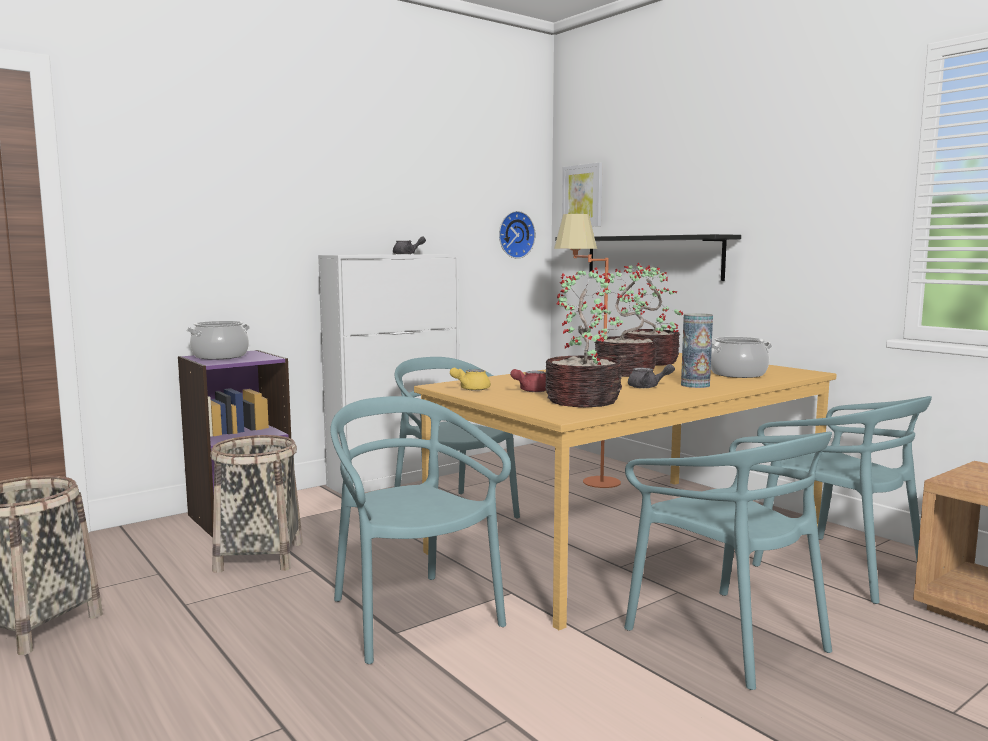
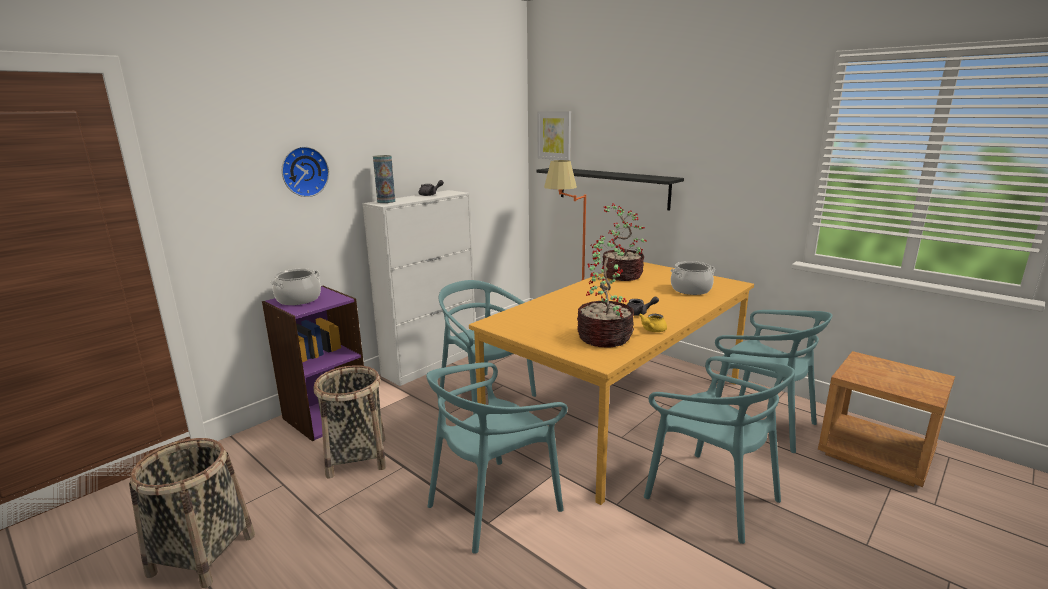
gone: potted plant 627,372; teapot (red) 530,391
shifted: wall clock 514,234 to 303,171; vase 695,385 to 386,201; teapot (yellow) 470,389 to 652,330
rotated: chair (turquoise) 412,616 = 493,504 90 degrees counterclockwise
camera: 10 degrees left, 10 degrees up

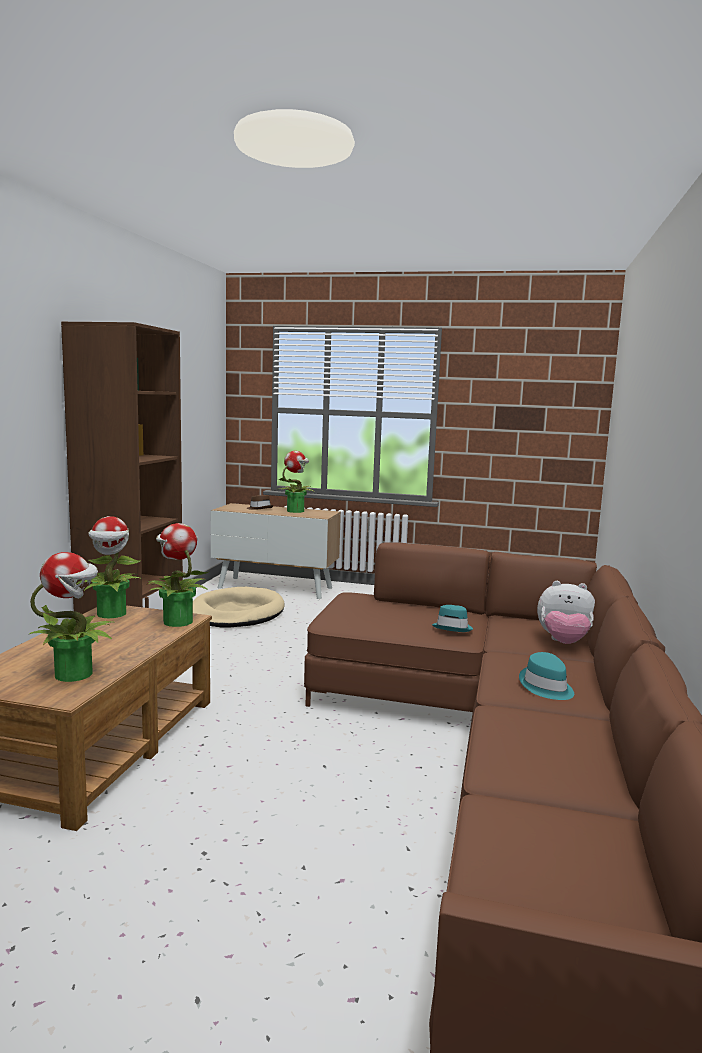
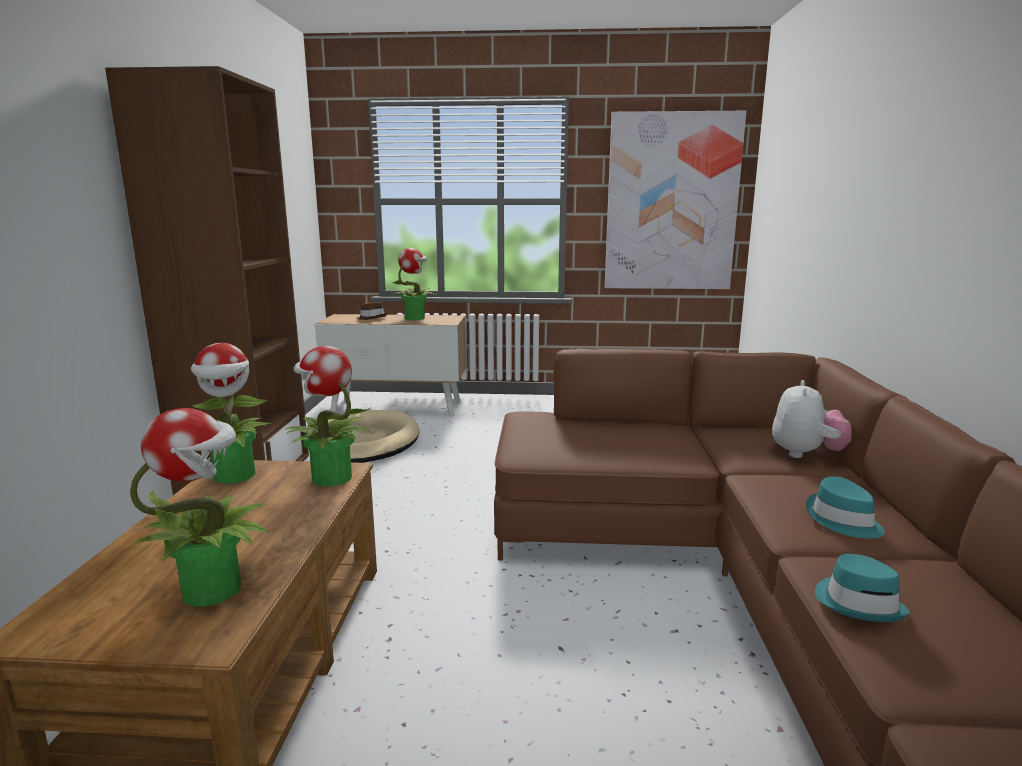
new: picture 671,203
shifted: hat (turquoise) 453,628 to 859,603
rotated: plush toy 564,643 = 806,454 75 degrees counterclockwise
camera: 10 degrees left, 5 degrees up

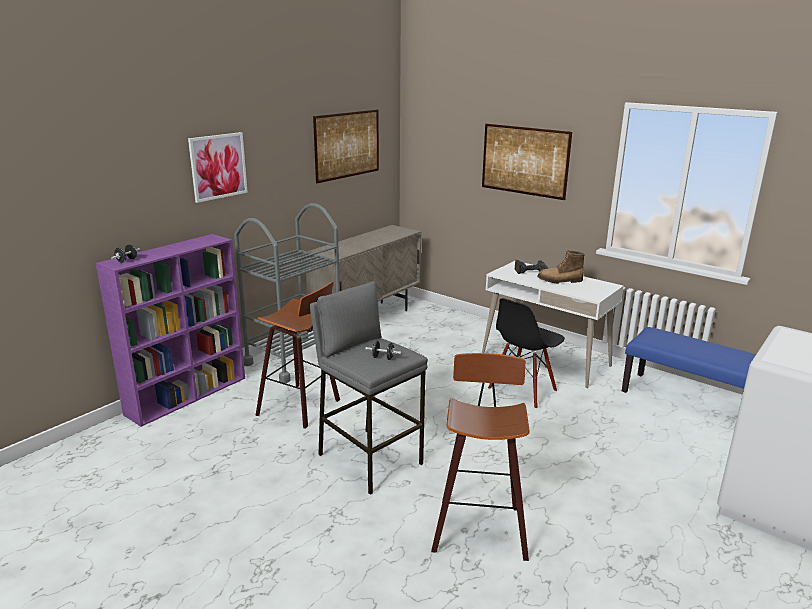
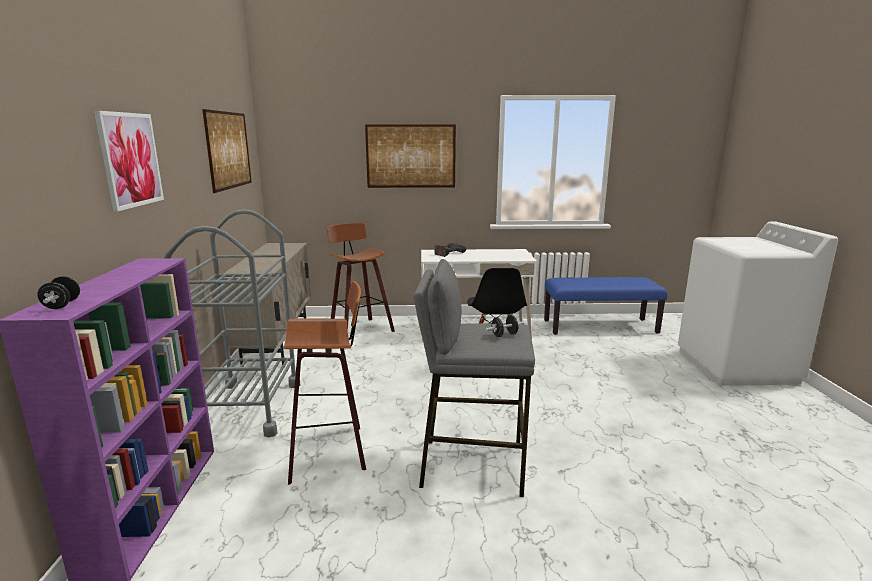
gone: boot 560,281
shifted: stool 479,527 to 359,329
camera: 40 degrees left, 5 degrees down

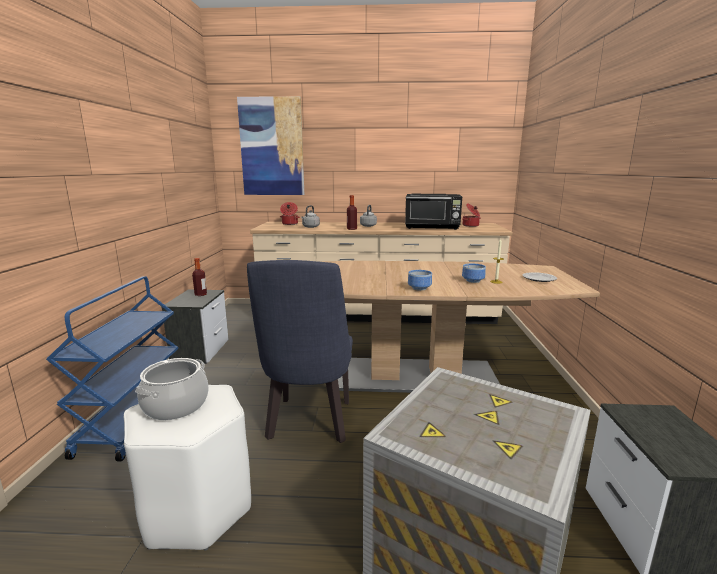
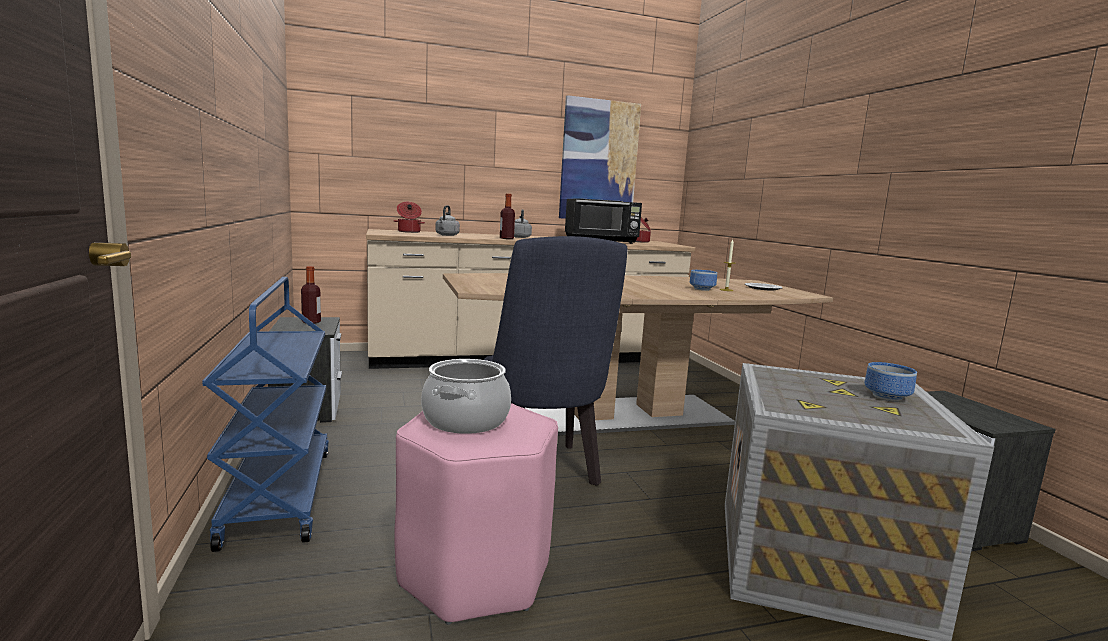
shifted: picture 272,147 to 598,161; bowl 420,288 to 889,397
repainted: stool (white) 197,508 to stool (pink) 475,573
camera: 20 degrees left, 5 degrees down

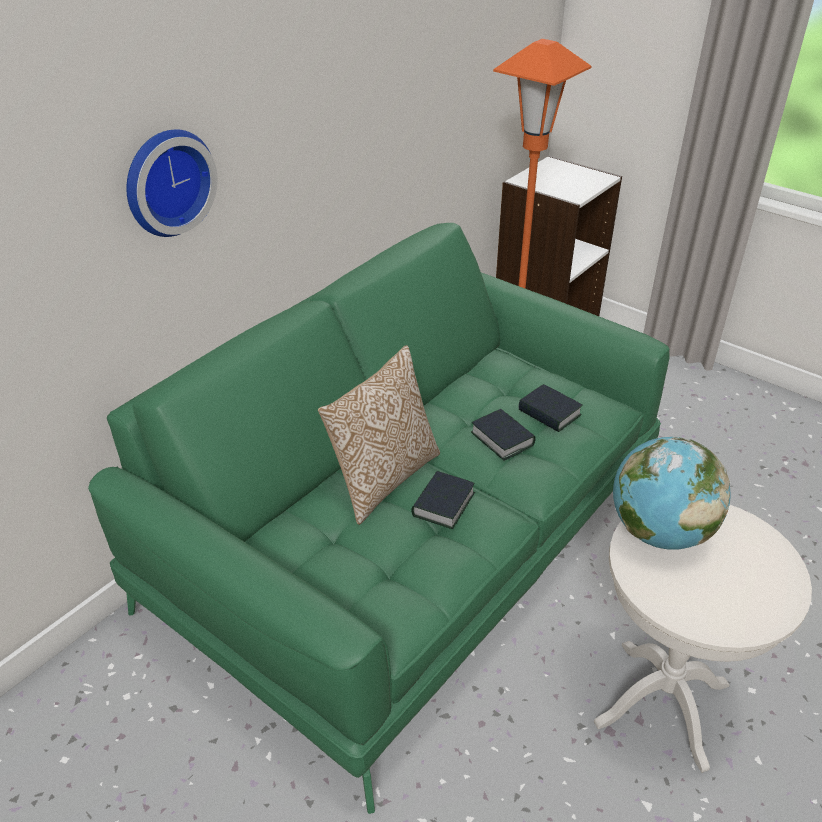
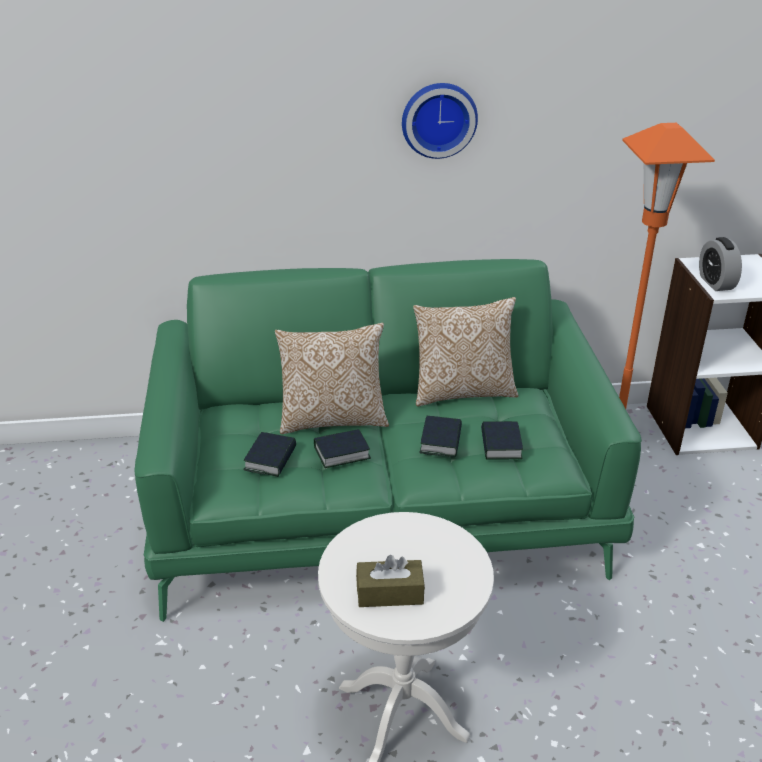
gone: globe 659,532
new: alarm clock 716,283; pillow 463,392; book 270,459; tissue box (brown) 390,593
shifted: wall clock 166,181 to 438,119
camera: 45 degrees right, 5 degrees down

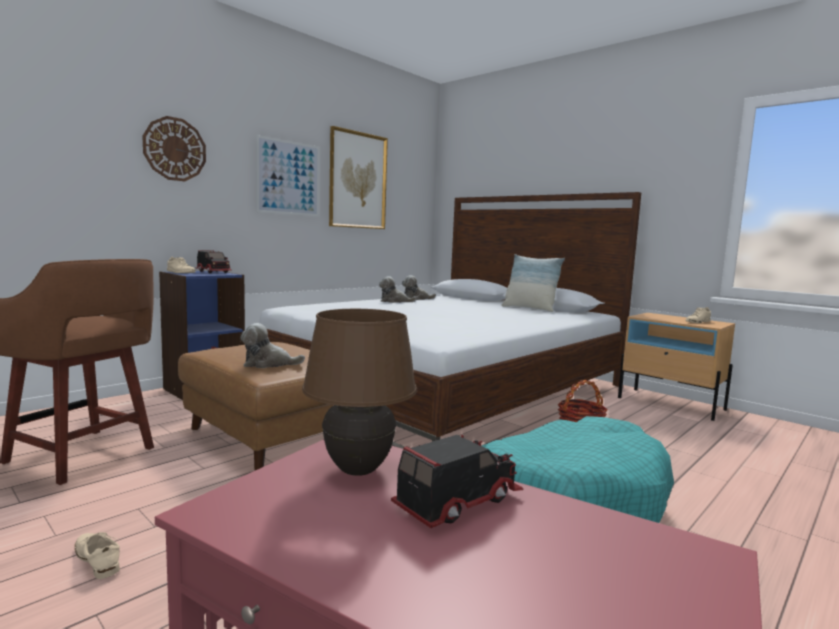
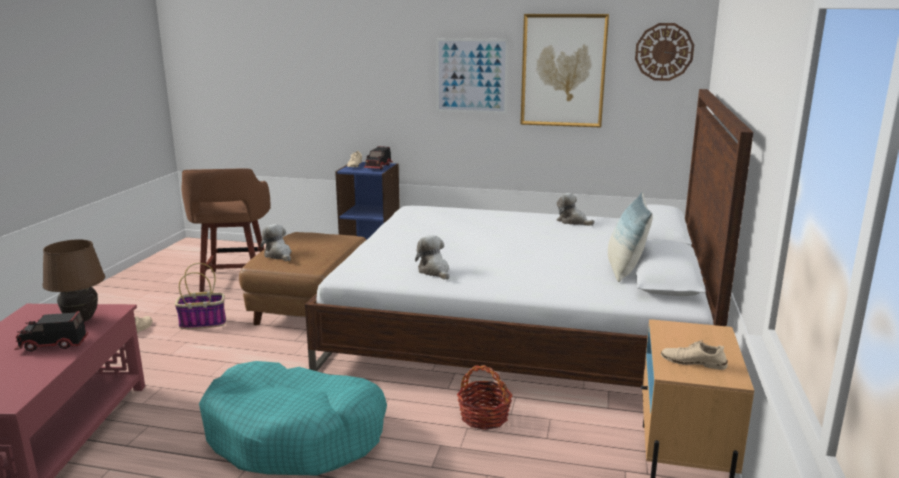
new: basket 203,323
shifted: wall clock 175,149 to 664,52; plush toy 394,301 to 434,271
rotated: toy truck 456,501 = 52,345 150 degrees clockwise
camera: 60 degrees right, 10 degrees up

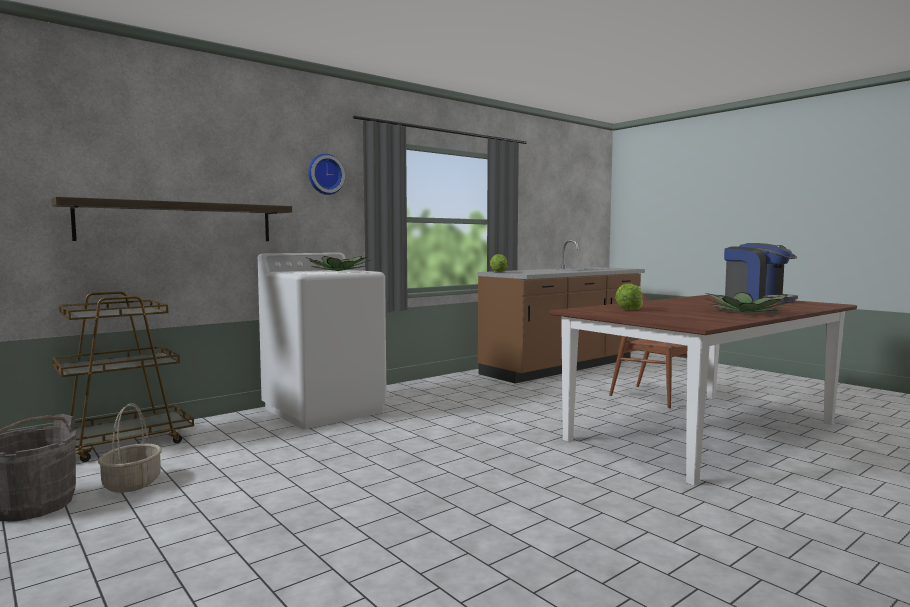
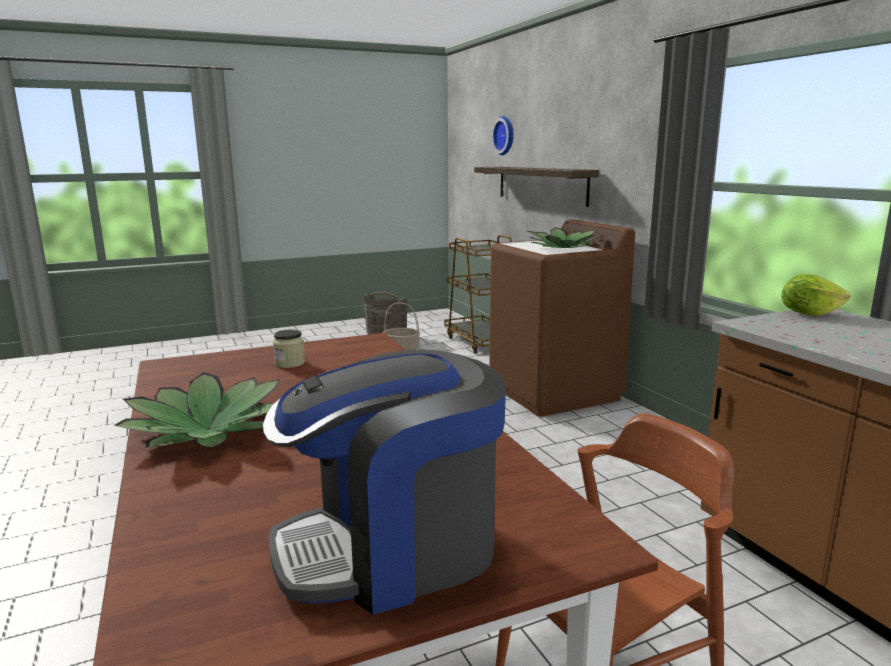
gone: lettuce 629,310
new: jar 290,363
shifted: wall clock 325,174 to 505,135
repainted: washing machine (white) 324,410 to washing machine (brown) 554,392
camera: 105 degrees right, 10 degrees up

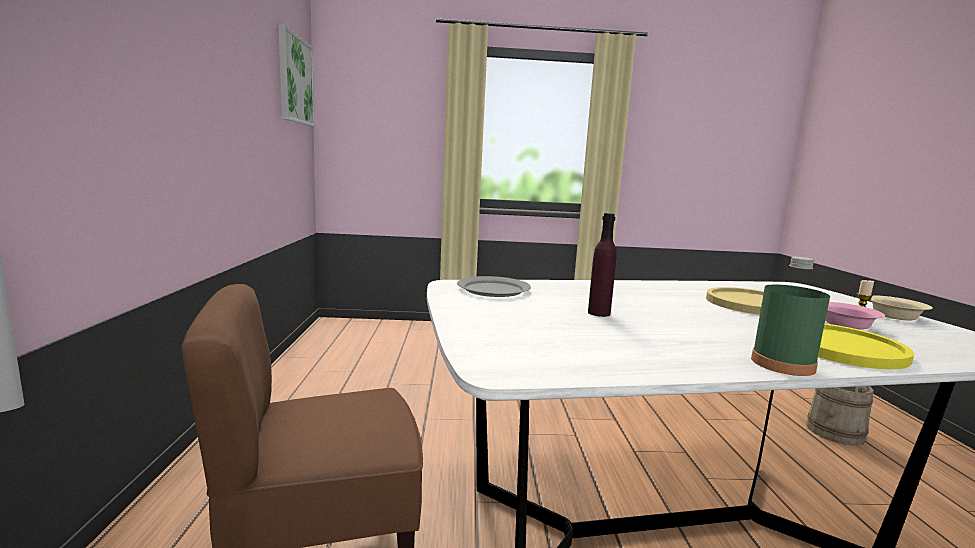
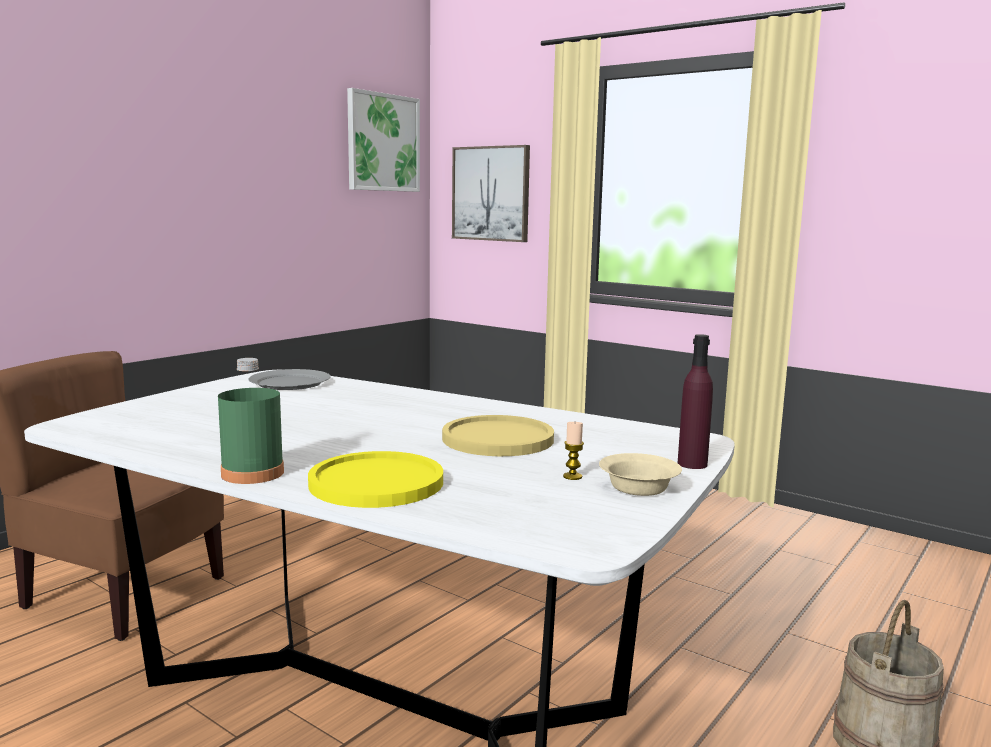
gone: bowl (pink) 847,325
new: picture 491,193
shifted: bottle (purple) 599,313 to 692,464
camera: 40 degrees right, 0 degrees up

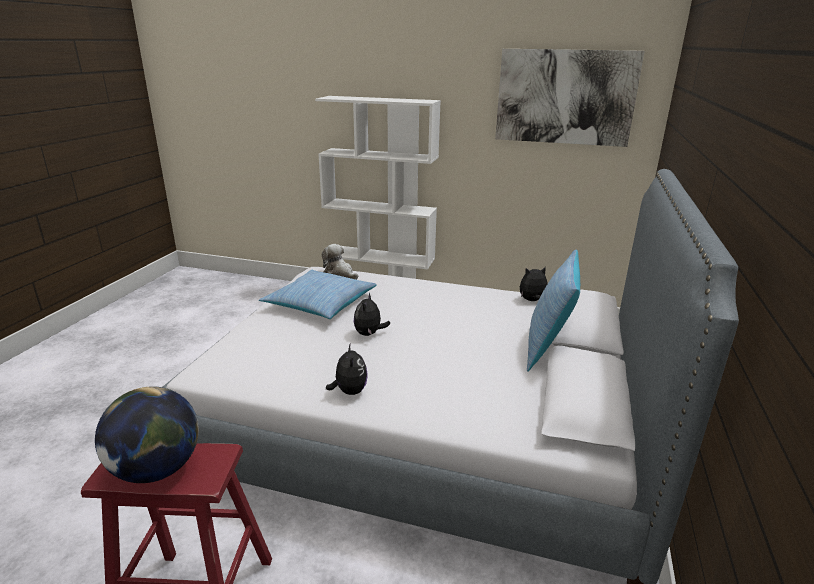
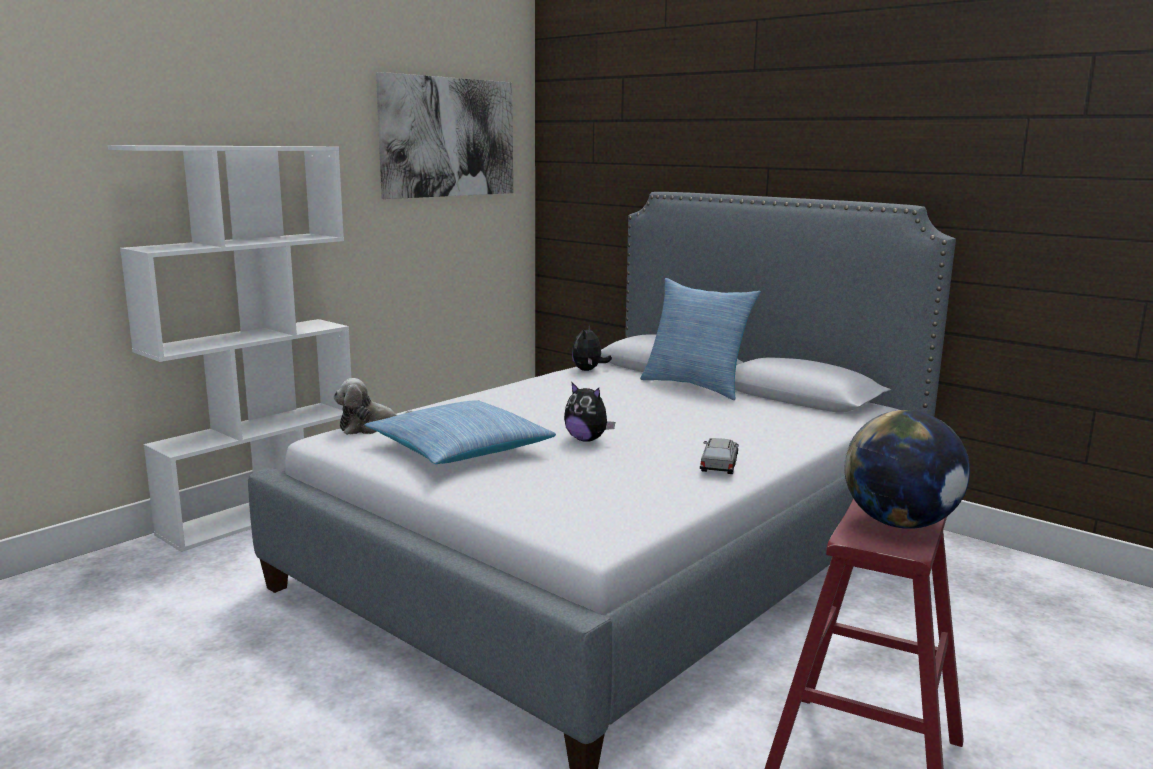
swapped: plush toy 349,391 to toy car (grey) 719,466
camera: 65 degrees left, 10 degrees down

